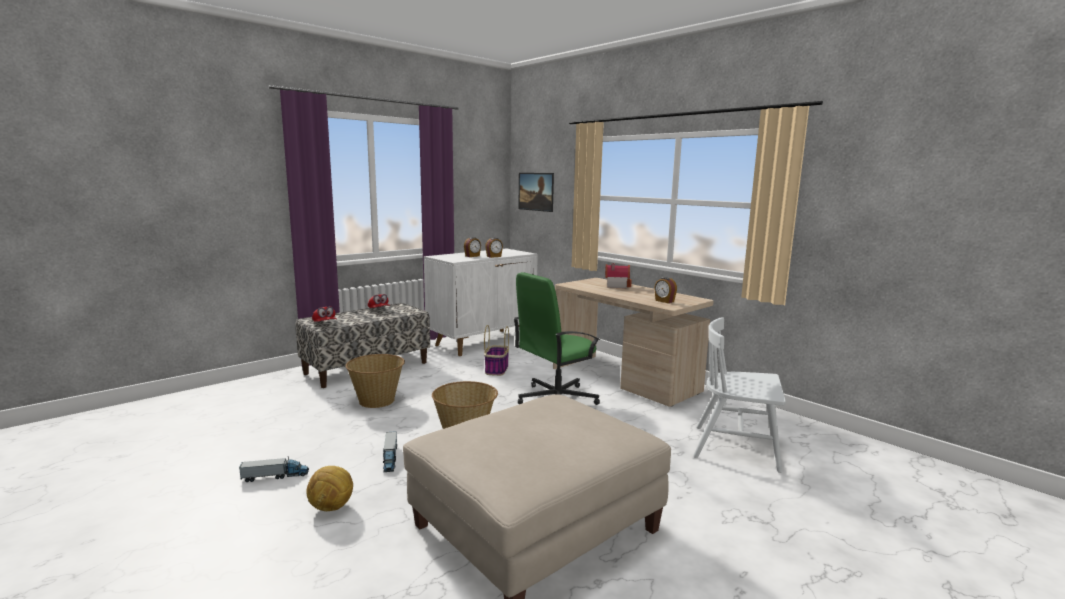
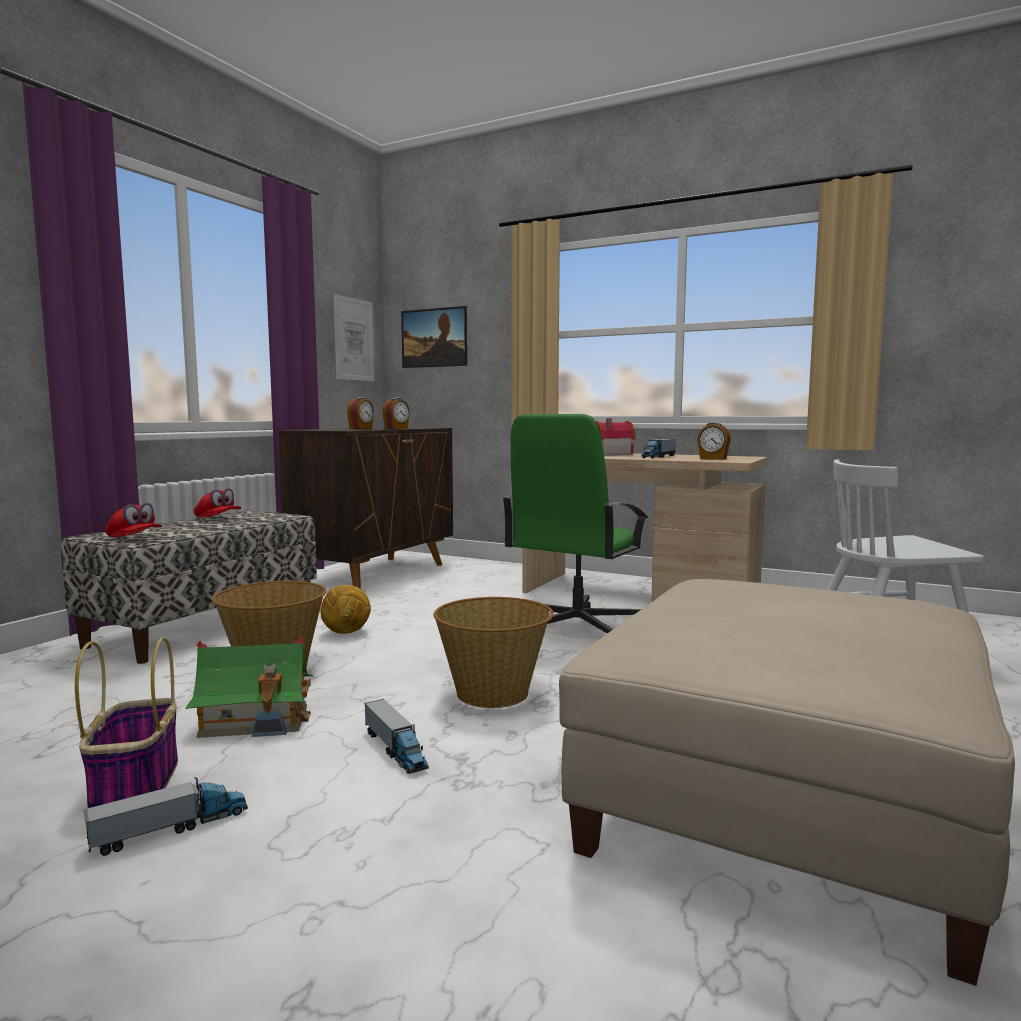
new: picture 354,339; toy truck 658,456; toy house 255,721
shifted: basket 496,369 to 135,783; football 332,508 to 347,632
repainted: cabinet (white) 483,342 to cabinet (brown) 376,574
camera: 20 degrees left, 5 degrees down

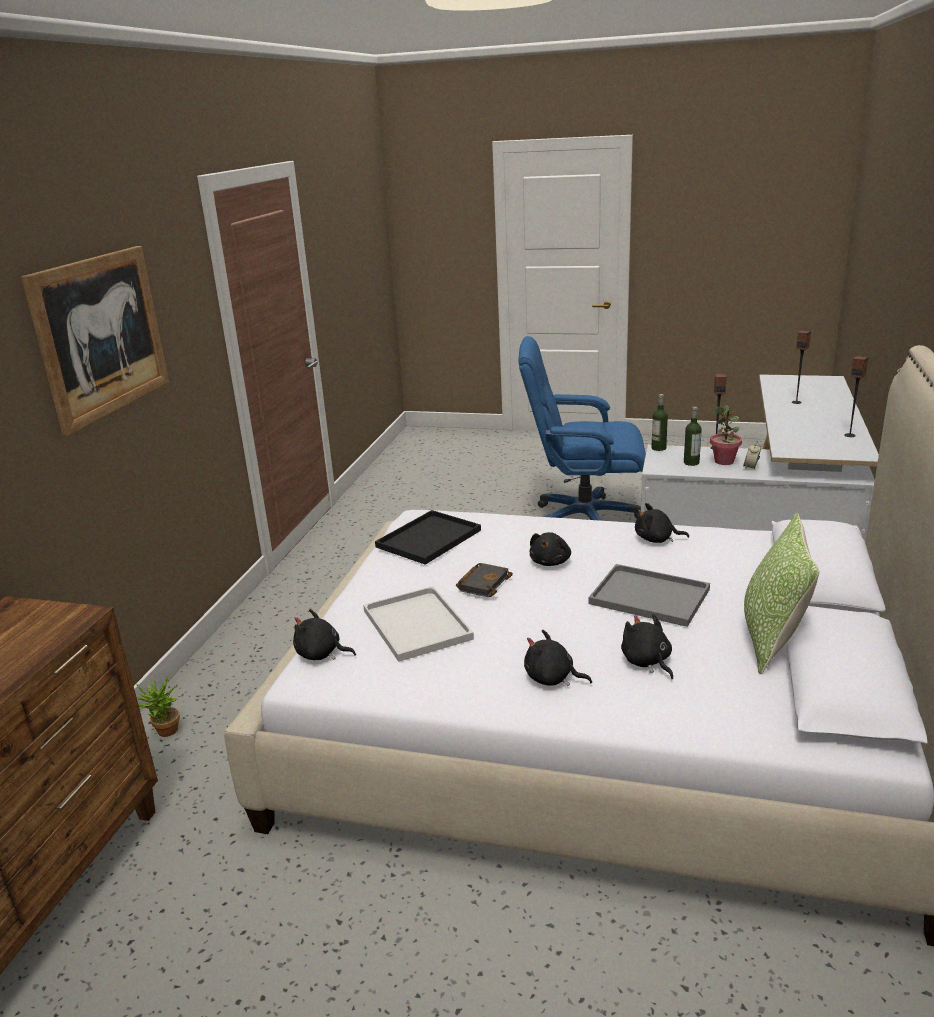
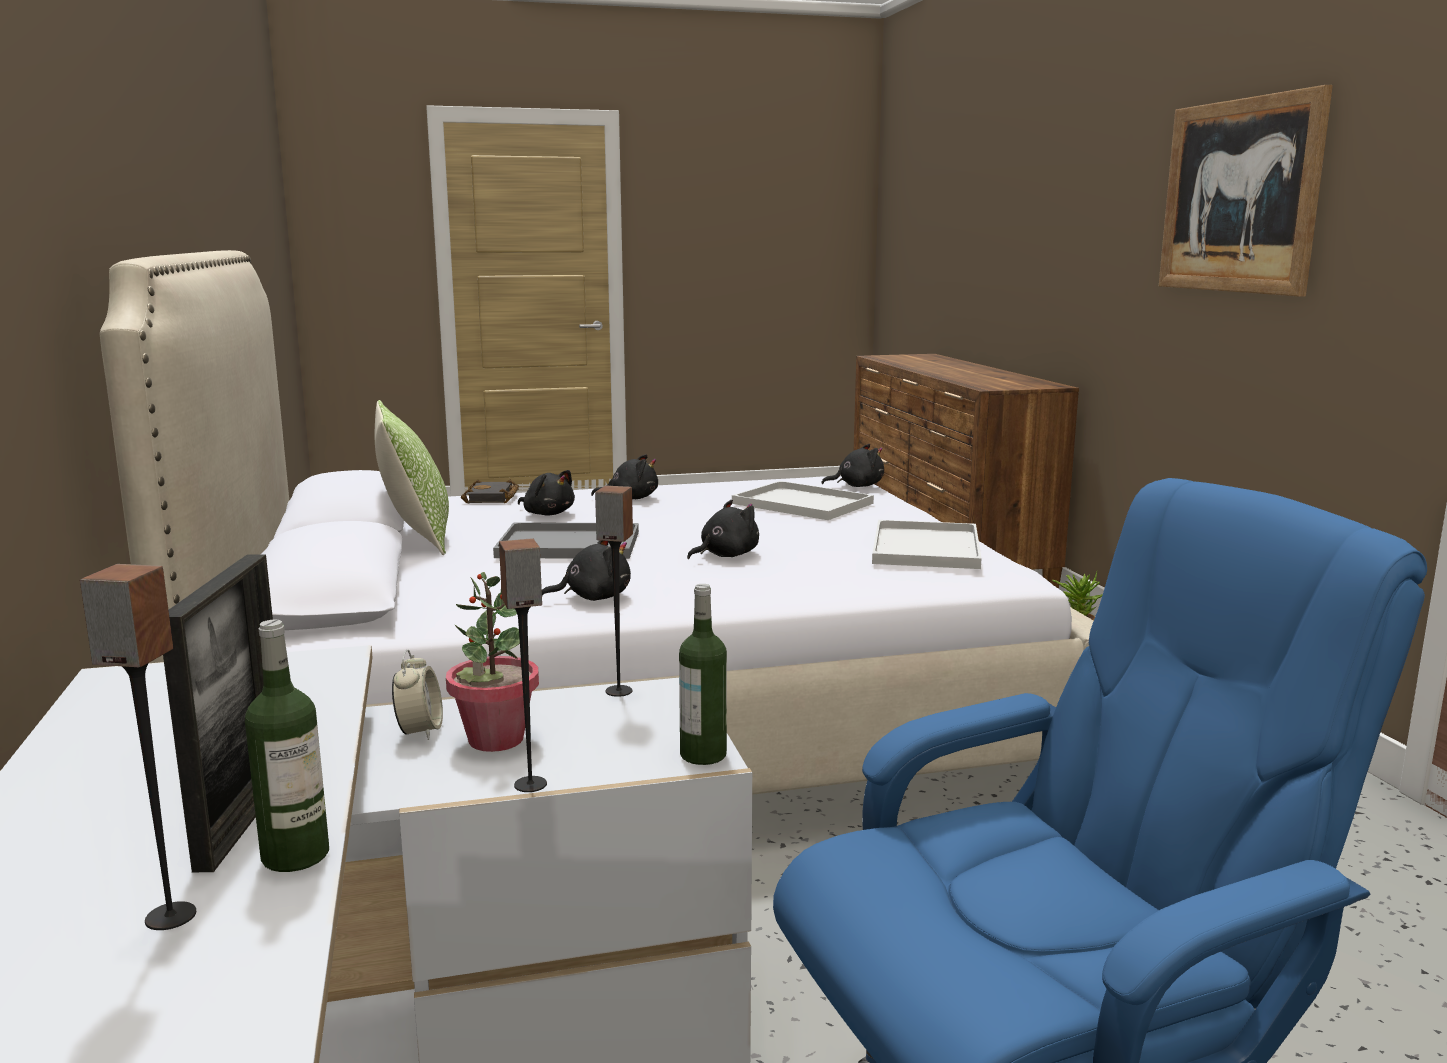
new: picture frame 244,818
shifted: speaker 850,435 to 618,691; bottle 691,463 to 295,855; book (black) 483,583 to 493,498
repainted: tray (black) 428,539 to tray (white) 924,547
rotated: plush toy (black) 551,562 = 725,555 60 degrees clockwise
camera: 150 degrees right, 10 degrees down

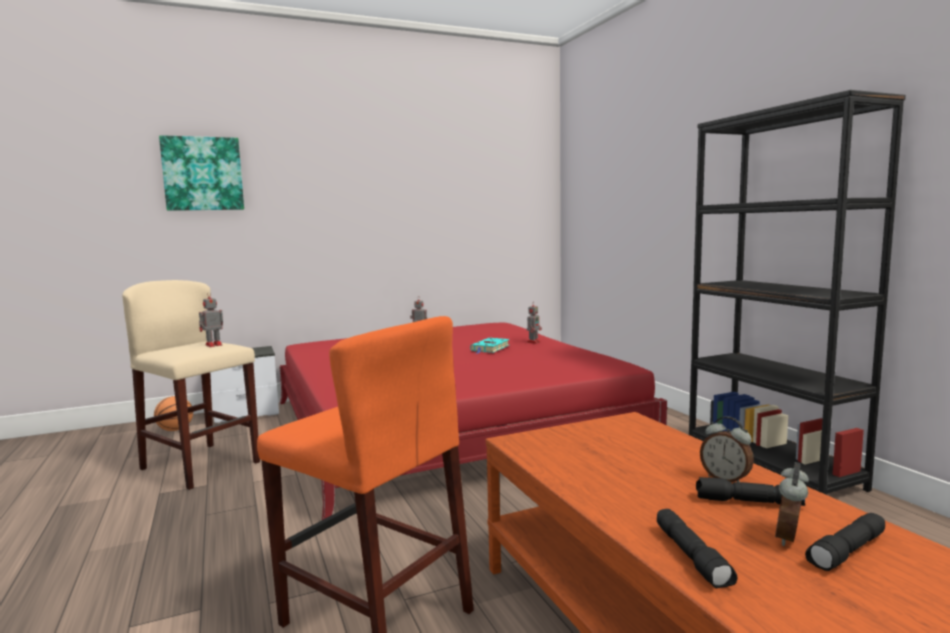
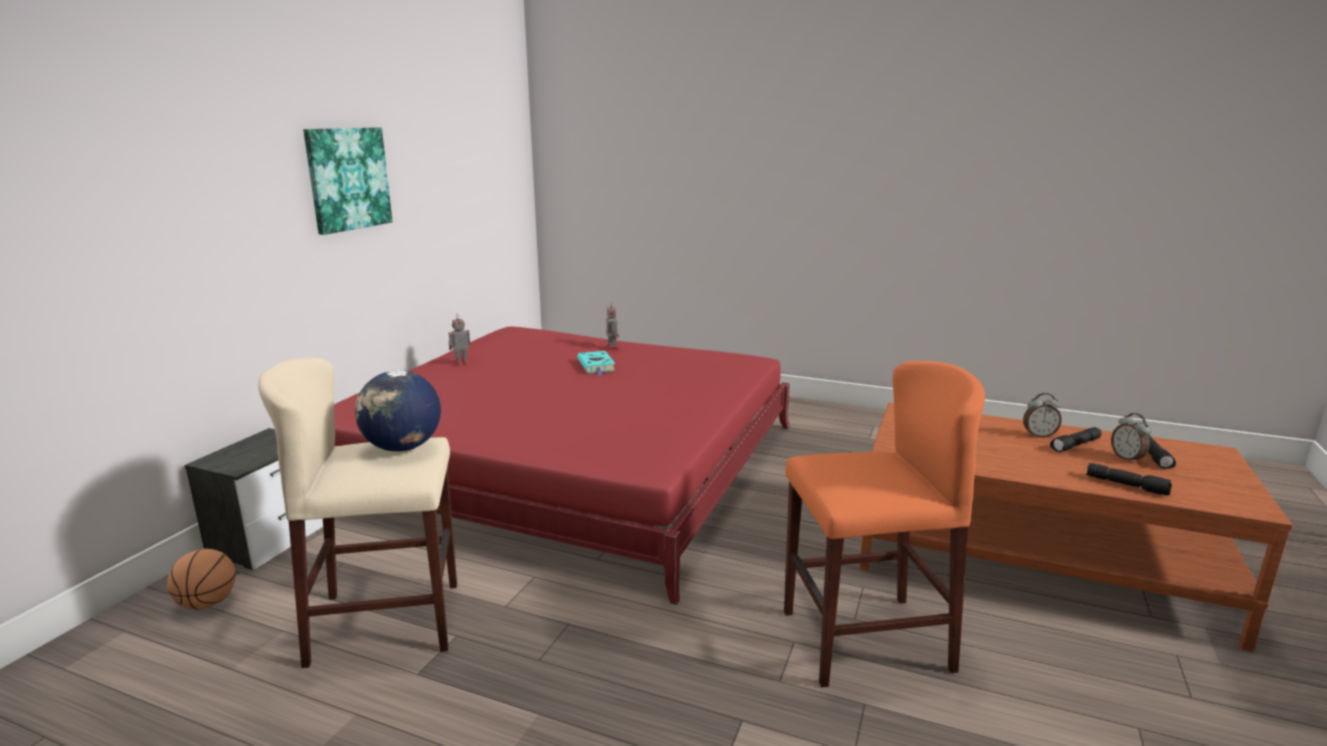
gone: bookcase (black) 771,465
shifted: picture 203,174 to 348,179
swapped: toy robot 212,345 to globe 402,448
camera: 45 degrees left, 10 degrees up

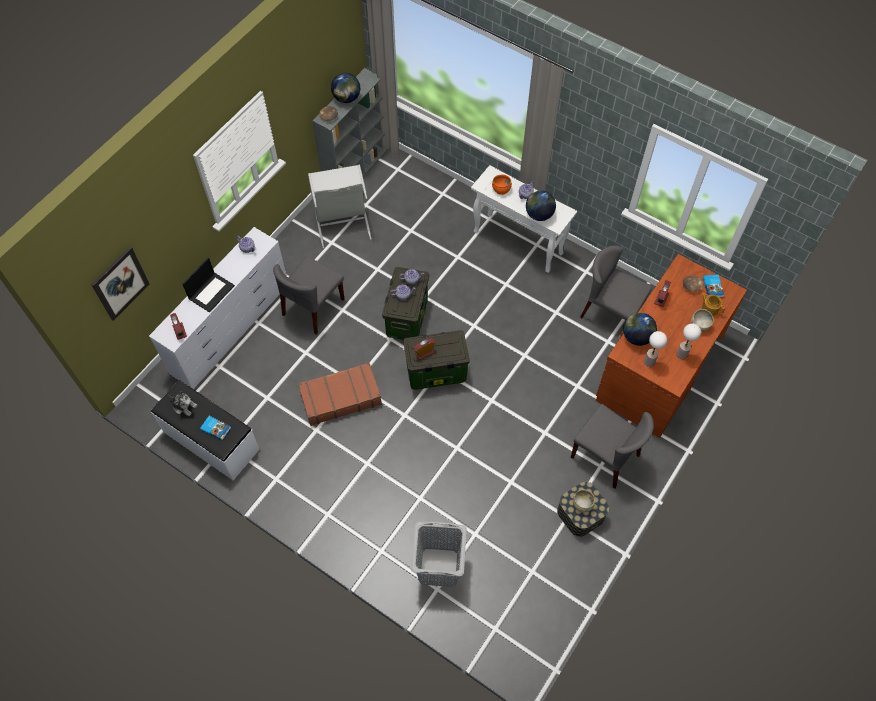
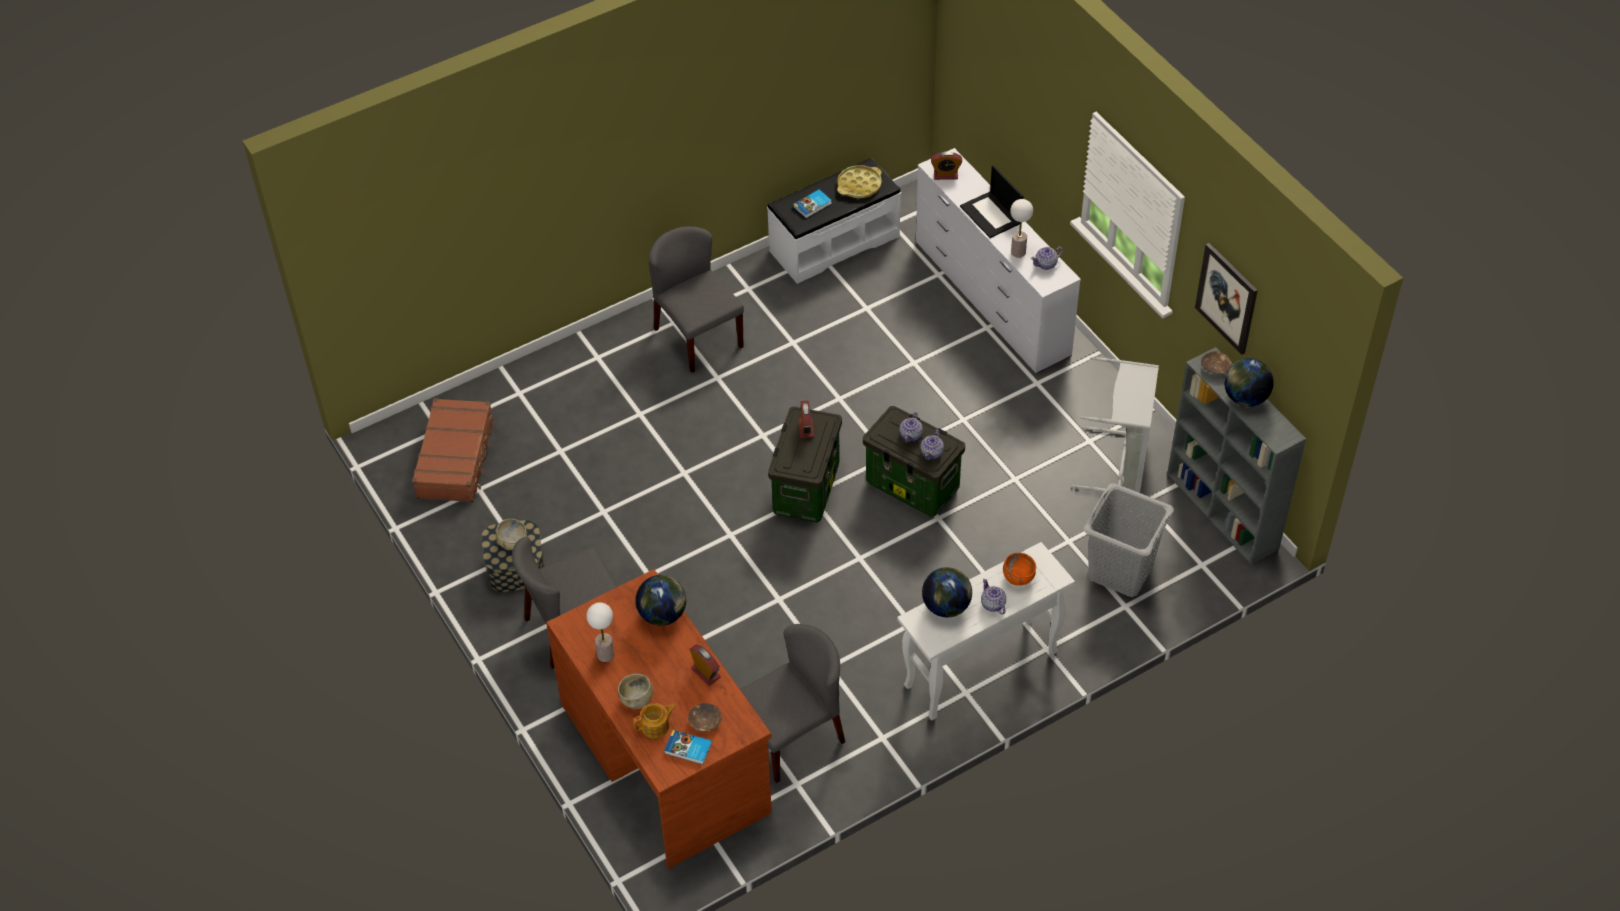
shifted: picture 120,283 to 1227,298; chair (grey) 313,307 to 697,337; table lamp 649,361 to 1018,252; suitcase (brown) 340,398 to 456,458; laundry basket (grey) 439,567 to 1121,571
swapped: plush toy 184,406 to tray (yellow) 859,185
camera: 115 degrees right, 10 degrees down

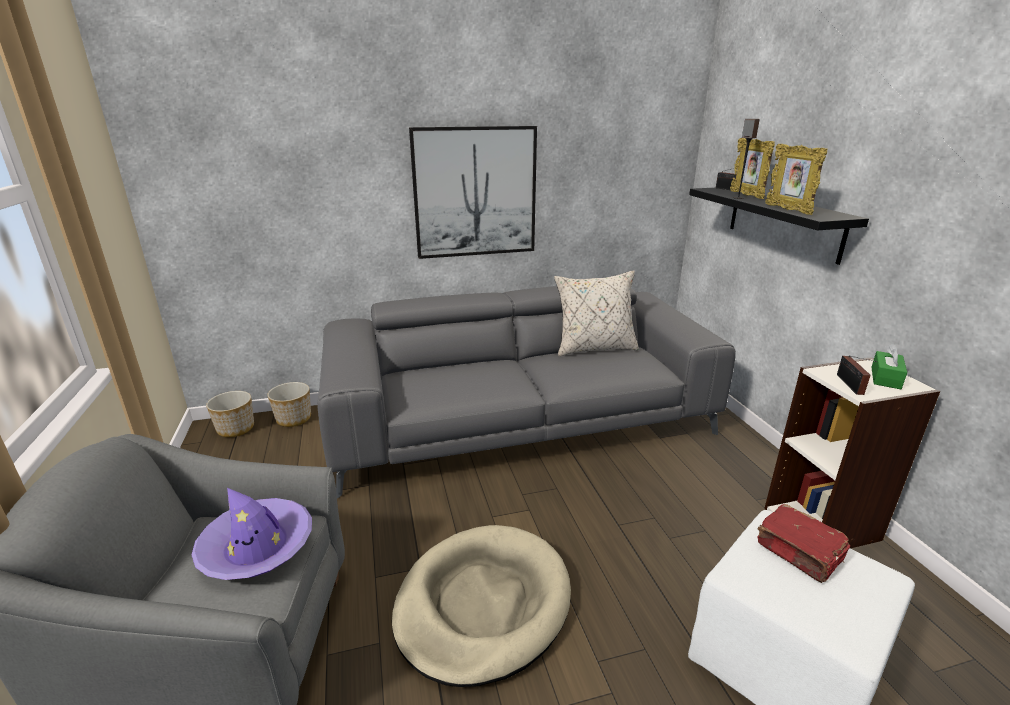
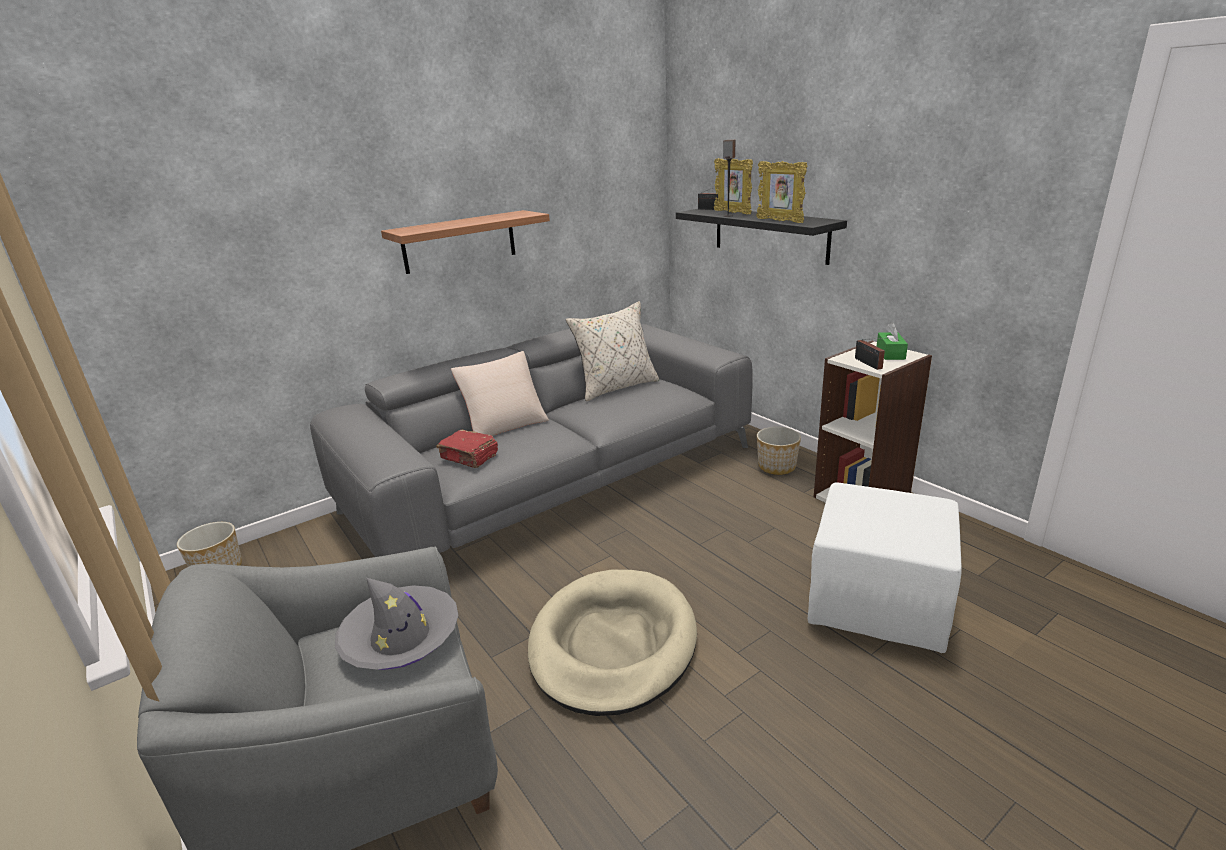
new: pillow (beige) 505,423
shifted: planter 294,418 to 776,466; book (red) 799,553 to 469,457
swapped: picture 475,193 to shelf 459,242
repainted: hat (purple) 257,547 to hat (grey) 401,637
camera: 20 degrees left, 0 degrees up

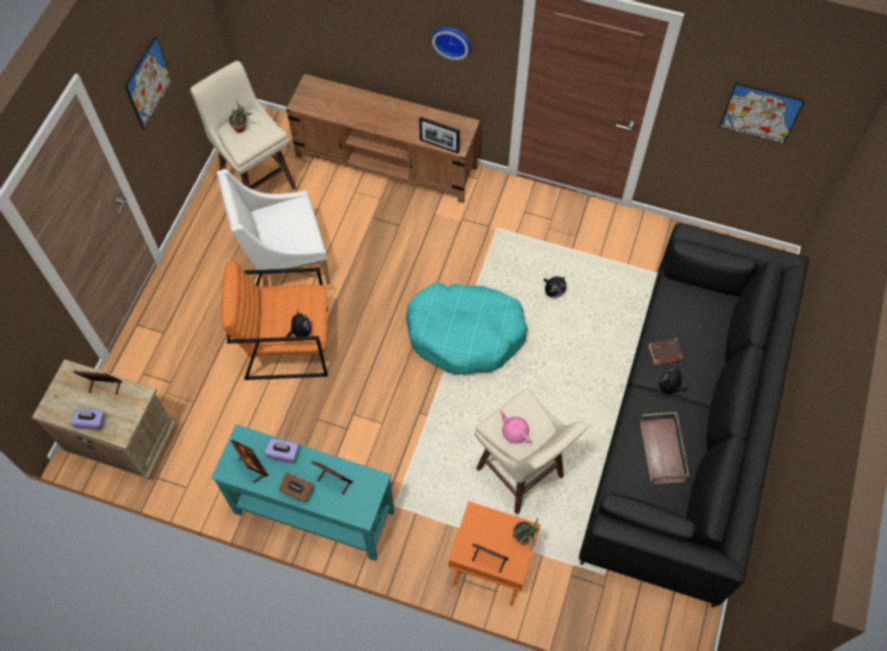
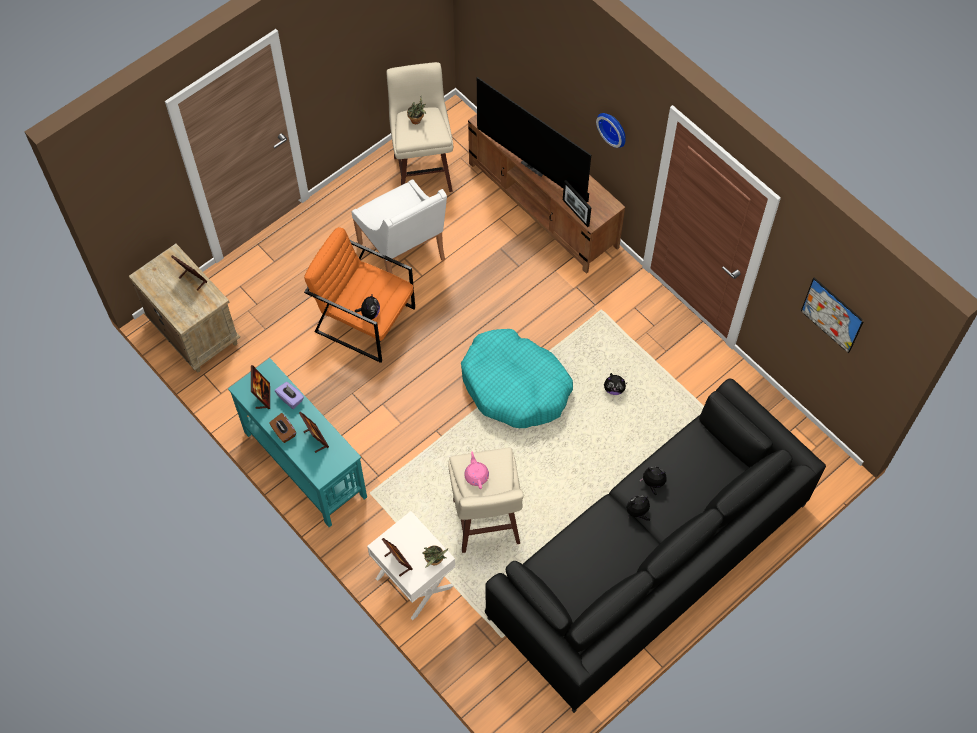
gone: picture 148,83; tissue box (purple) 91,422; tray (brown) 663,452
new: television 536,164
swapped: book (brown) 665,354 to plush toy 653,483
repainted: nightstand (orange) 490,569 to nightstand (white) 413,582
rotated: armchair (white) 285,264 = 404,253 135 degrees counterclockwise
camera: 30 degrees right, 0 degrees up

